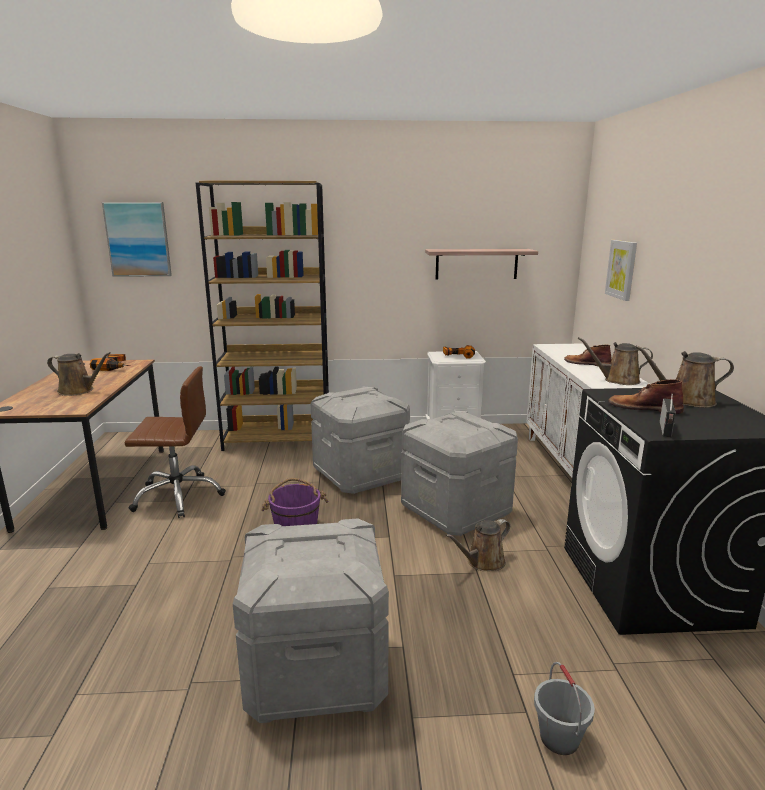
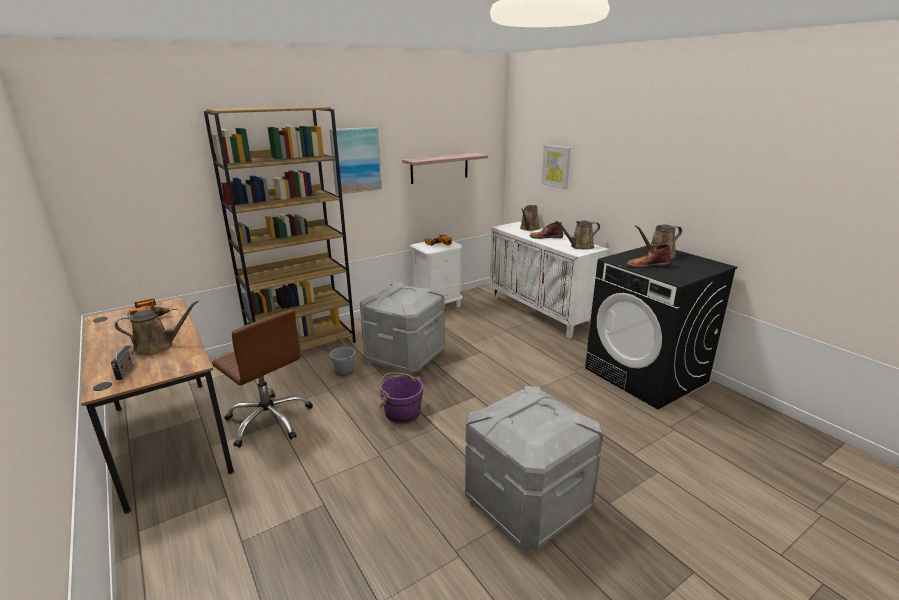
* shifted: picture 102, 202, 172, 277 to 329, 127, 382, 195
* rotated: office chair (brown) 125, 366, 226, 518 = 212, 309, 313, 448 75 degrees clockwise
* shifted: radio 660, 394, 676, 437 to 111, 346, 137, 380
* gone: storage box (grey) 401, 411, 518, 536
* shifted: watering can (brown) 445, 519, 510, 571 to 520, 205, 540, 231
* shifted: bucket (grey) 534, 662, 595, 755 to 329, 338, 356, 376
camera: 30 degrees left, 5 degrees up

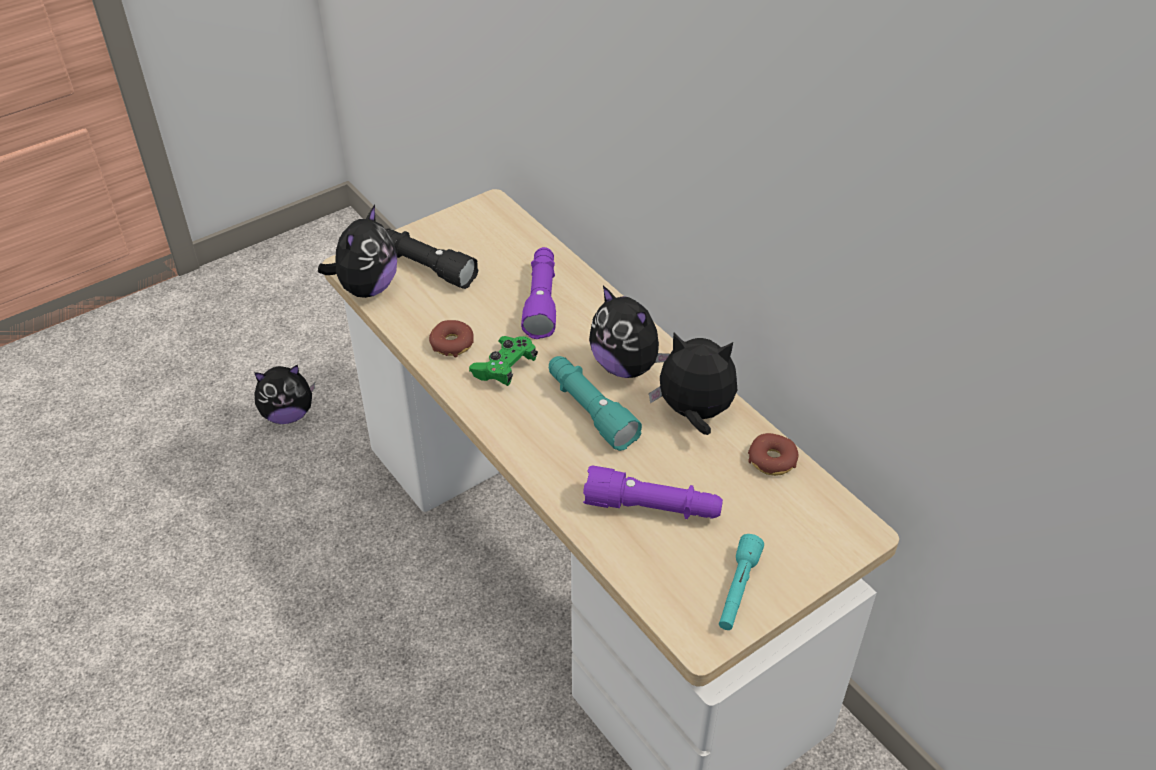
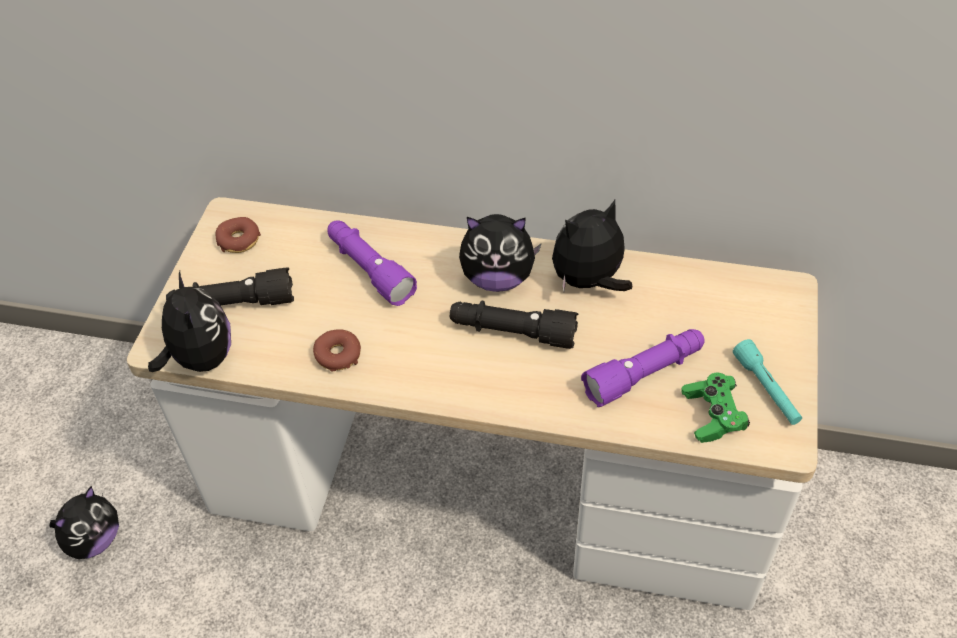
* shifted: game controller (green) 469, 336, 538, 386 to 681, 373, 750, 443
* repainted: flashlight (turquoise) 549, 356, 642, 451 to flashlight (black) 450, 300, 578, 349
* shifted: donut 748, 433, 798, 476 to 216, 217, 261, 253
camera: 40 degrees left, 5 degrees up

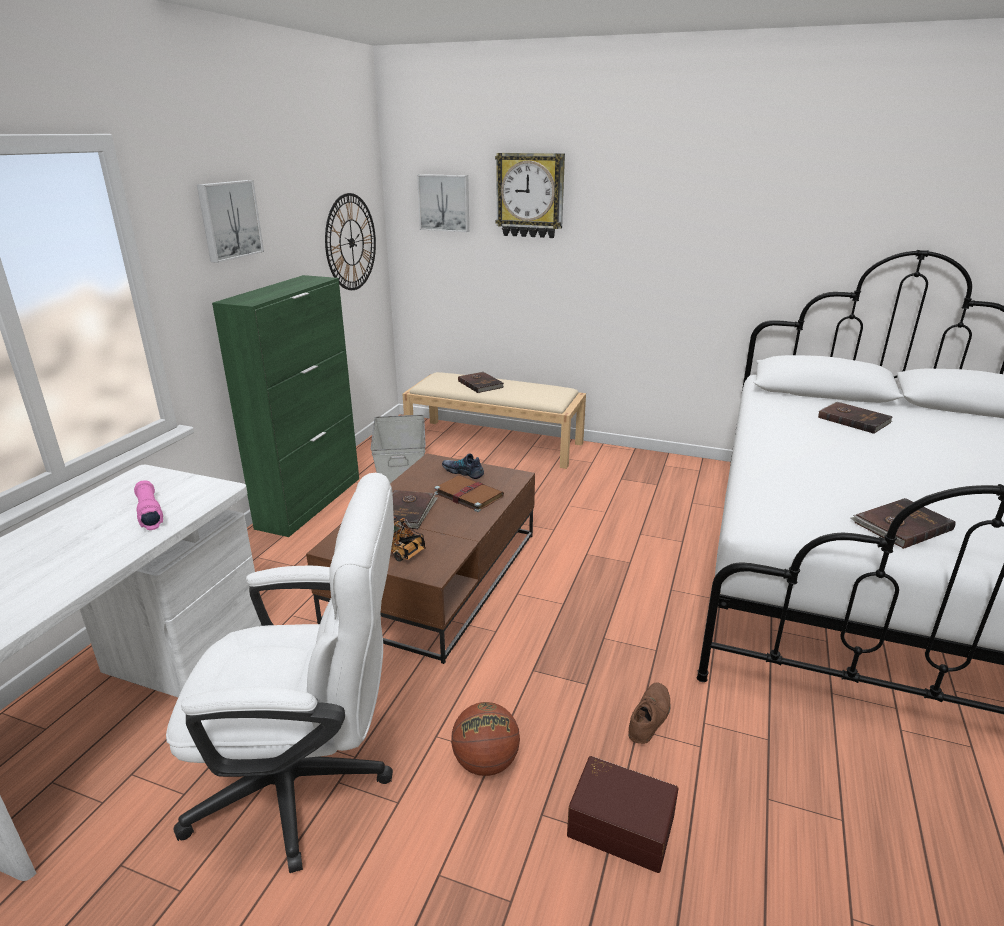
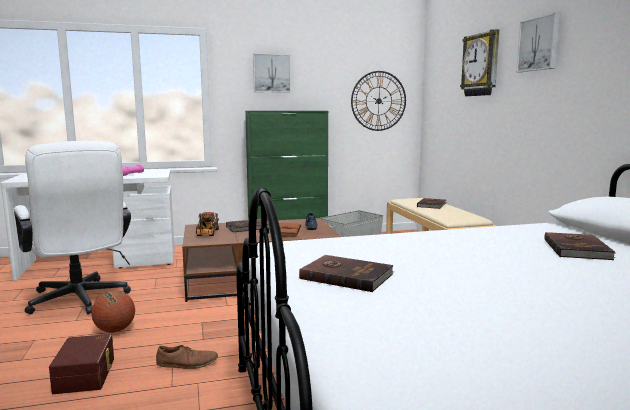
* shifted: picture 417, 174, 469, 232 to 516, 13, 561, 72
camera: 55 degrees right, 15 degrees down

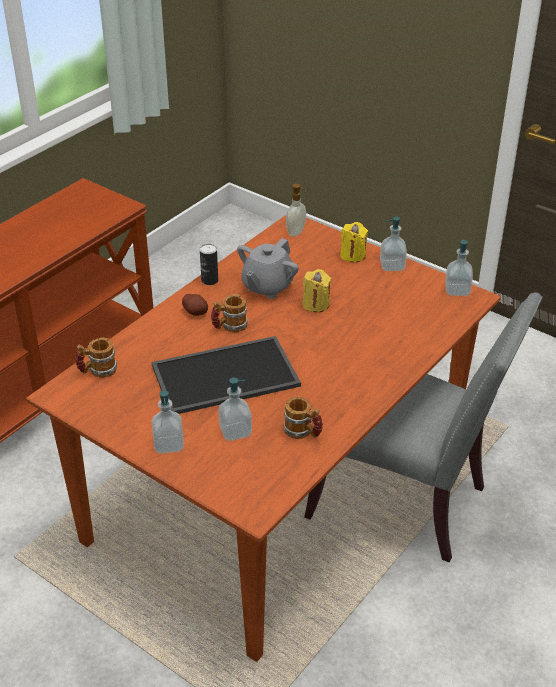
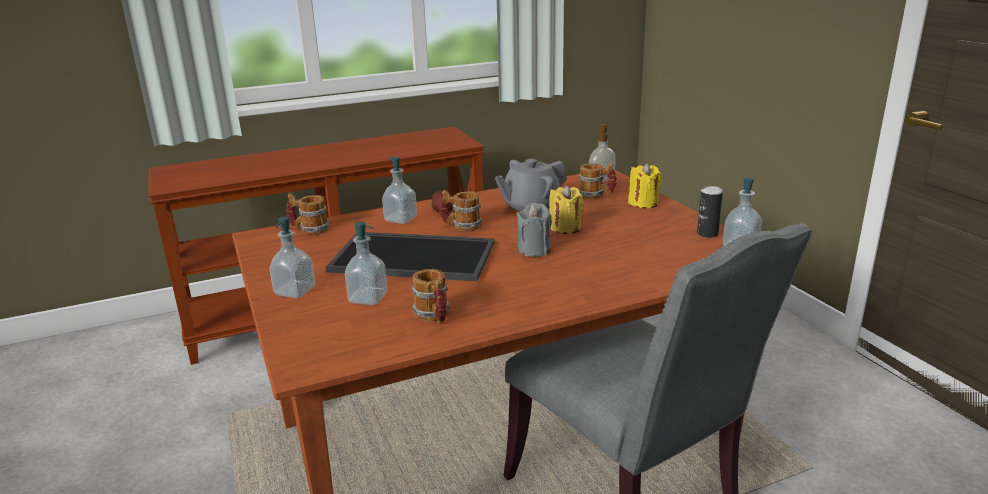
* shifted: soap dispenser 380, 216, 407, 271 to 382, 157, 417, 224
* shifted: can 200, 244, 218, 285 to 697, 186, 723, 238
* new: mug 578, 163, 617, 199
* new: candle (grey) 517, 203, 552, 257
camera: 30 degrees right, 15 degrees down

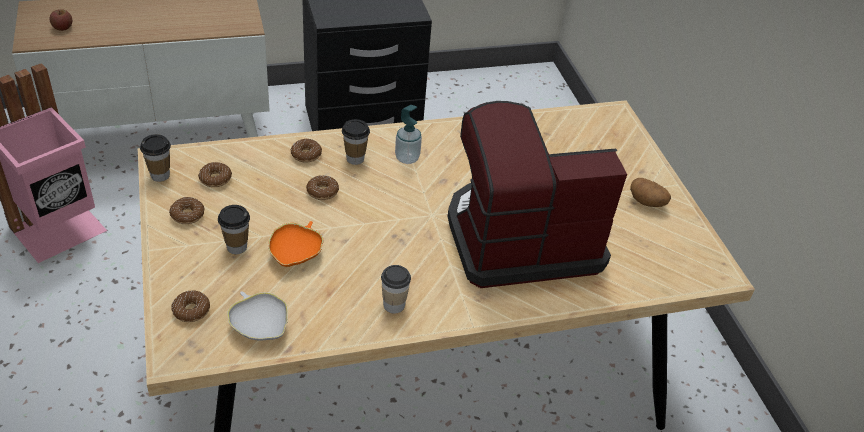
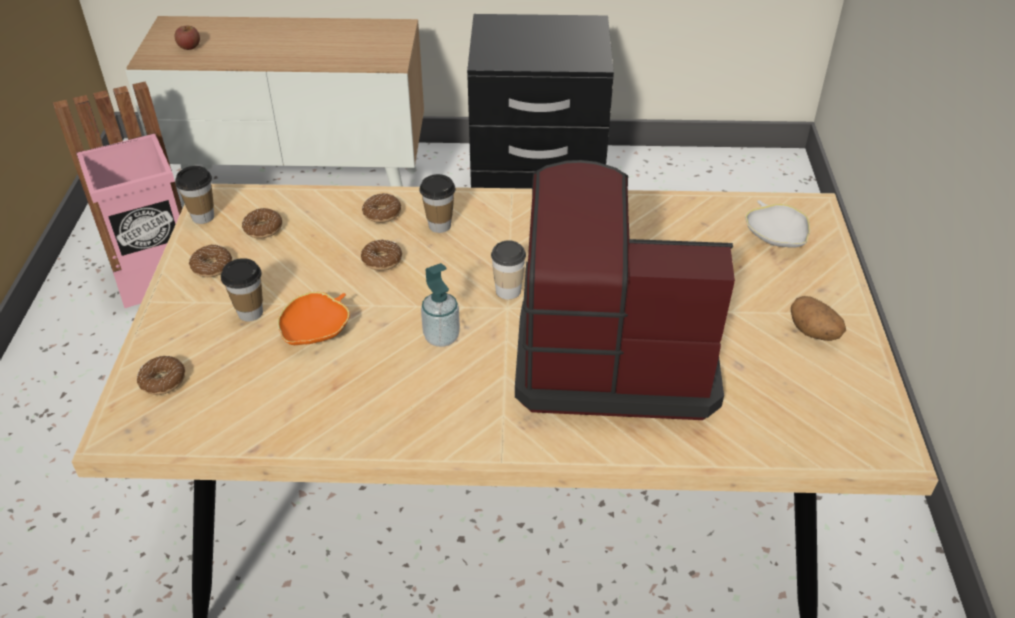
* shifted: soap dispenser 395, 105, 422, 164 to 421, 263, 460, 347
* shifted: cup 381, 265, 411, 314 to 491, 240, 526, 300
* shifted: bowl (white) 227, 292, 288, 341 to 745, 200, 810, 248
camera: 20 degrees right, 0 degrees up

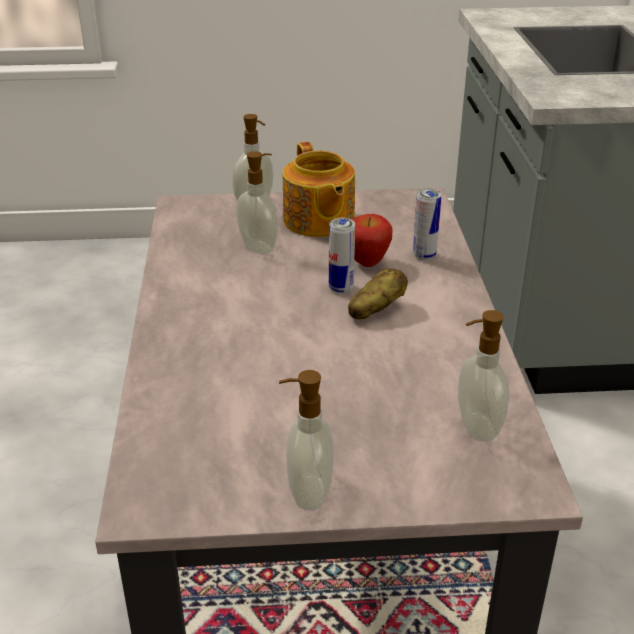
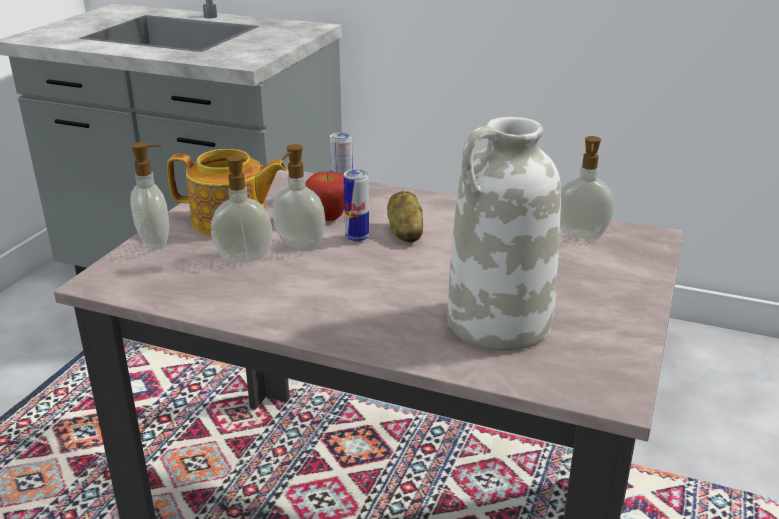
* shifted: soap dispenser 279, 370, 334, 511 to 272, 144, 325, 250
* new: vase (white) 447, 117, 561, 351
camera: 65 degrees left, 5 degrees down

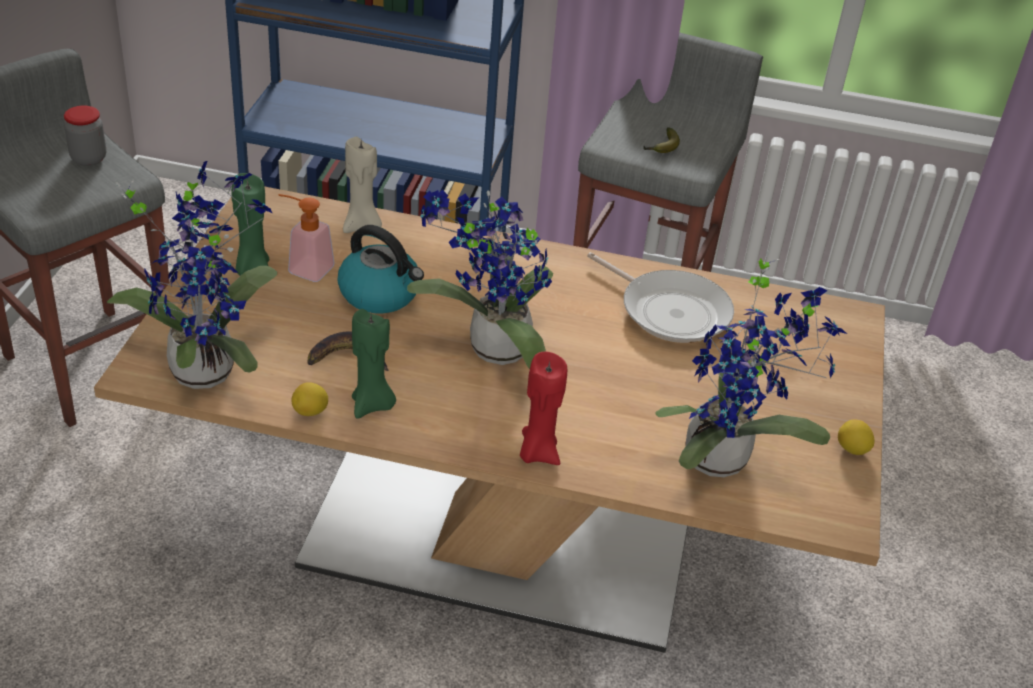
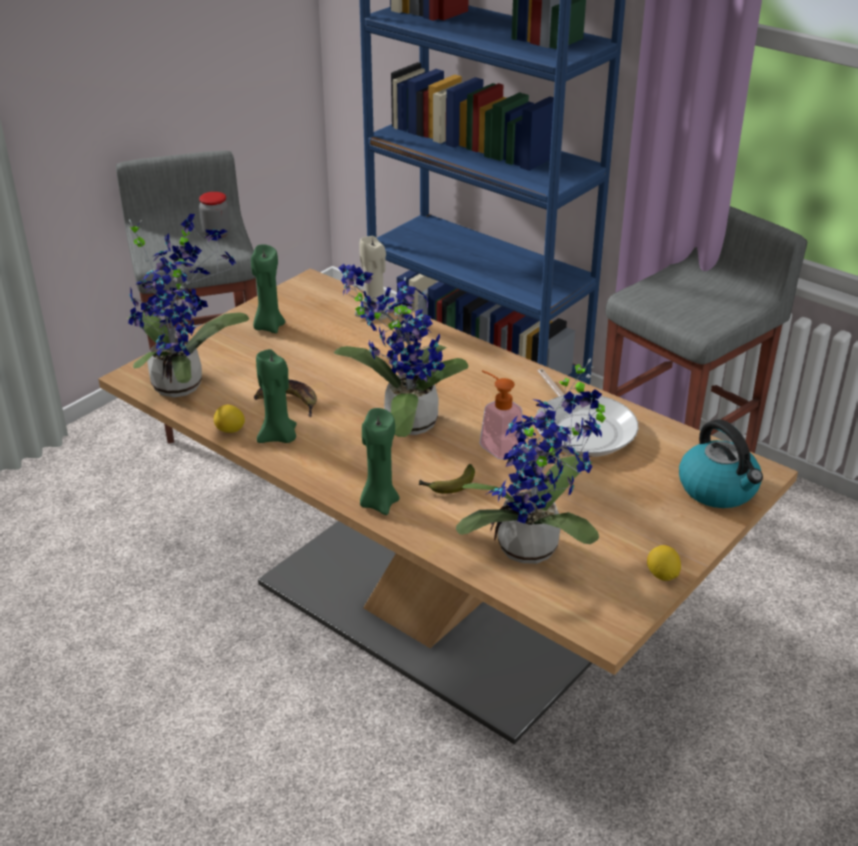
* shifted: banana 643, 127, 680, 153 to 418, 464, 475, 494
* shifted: soap dispenser 278, 194, 334, 282 to 480, 370, 523, 459
* shifted: kettle 337, 225, 424, 314 to 679, 419, 763, 508
* repainted: candle (red) 520, 352, 567, 465 to candle (green) 360, 408, 400, 515
camera: 30 degrees right, 5 degrees down

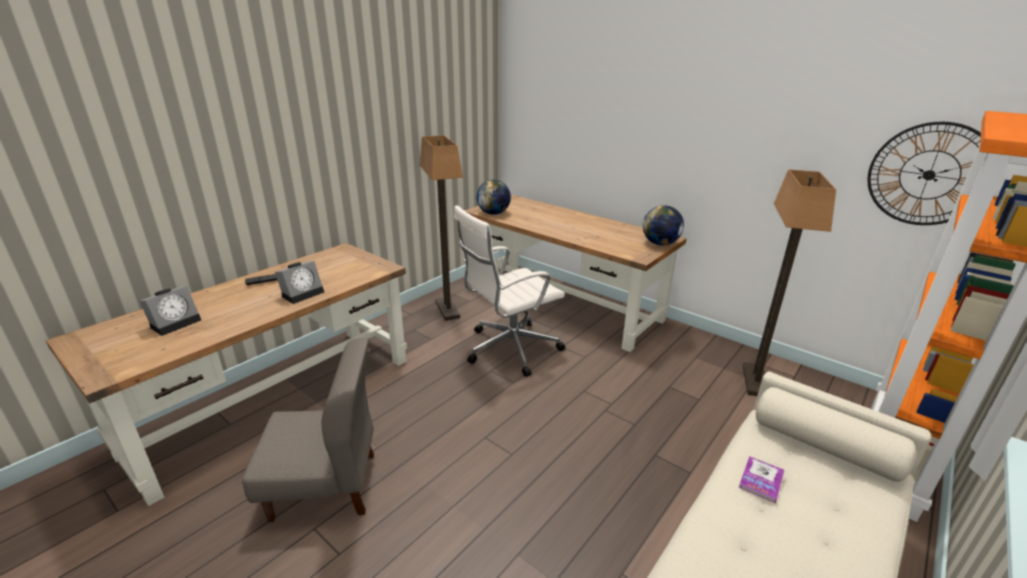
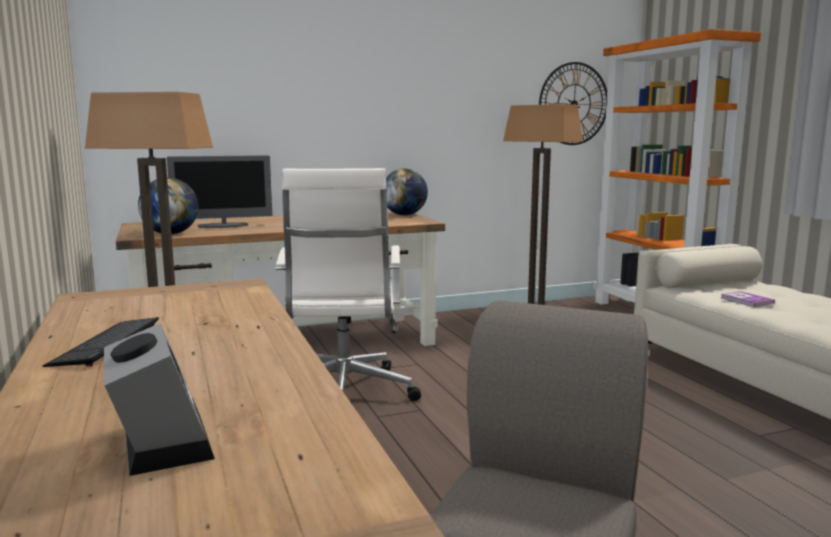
* gone: alarm clock 275, 261, 324, 304
* new: monitor 167, 155, 272, 228
camera: 60 degrees left, 15 degrees down

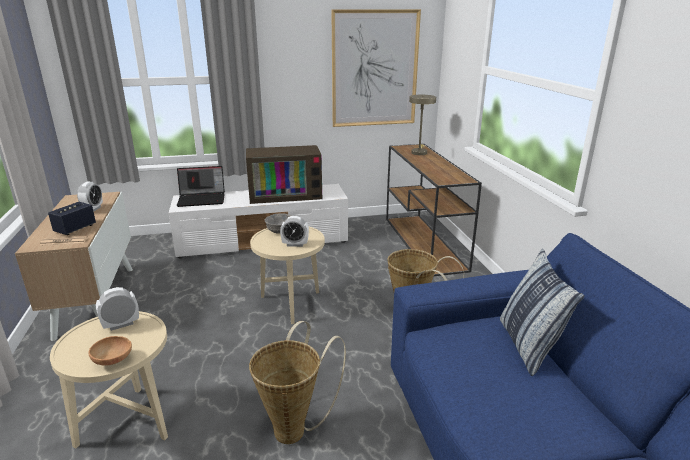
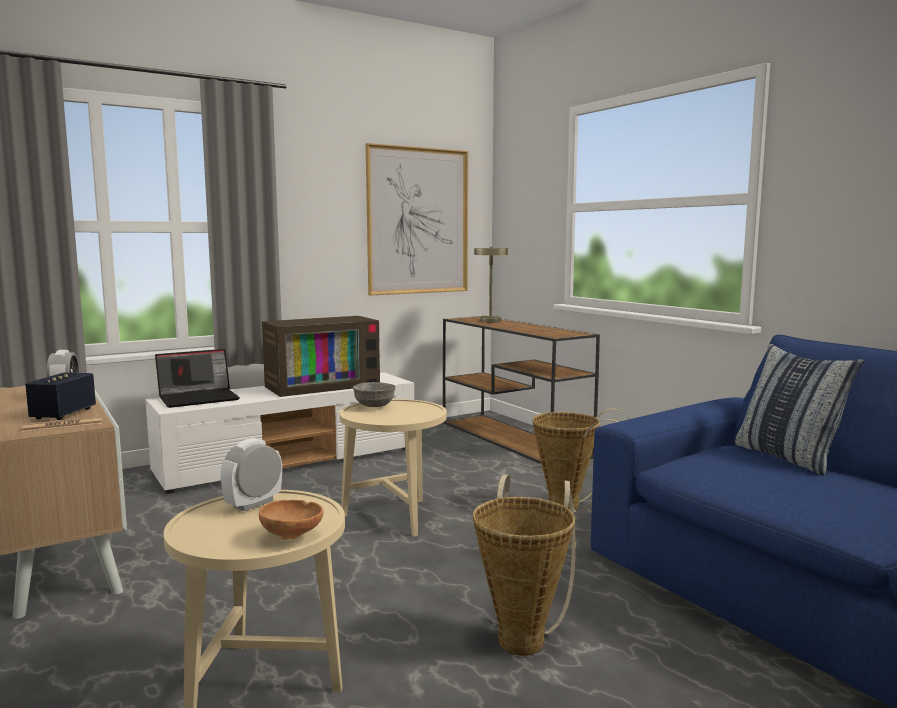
* gone: alarm clock 280, 216, 309, 247
camera: 20 degrees left, 15 degrees down

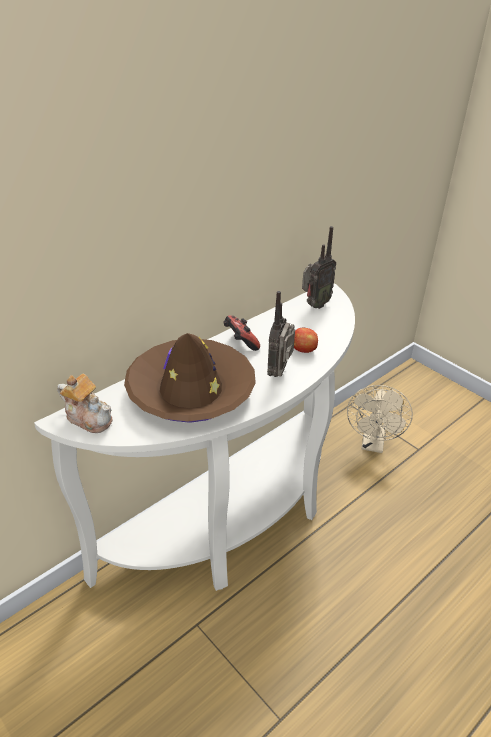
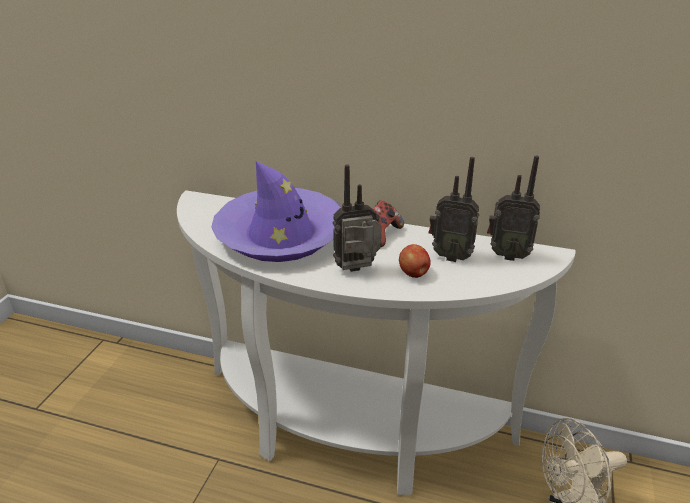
* repainted: hat (brown) 124, 333, 256, 423 to hat (purple) 211, 161, 341, 262
* gone: teapot 57, 374, 112, 433
* new: radio 429, 157, 479, 262
camera: 60 degrees right, 5 degrees down

